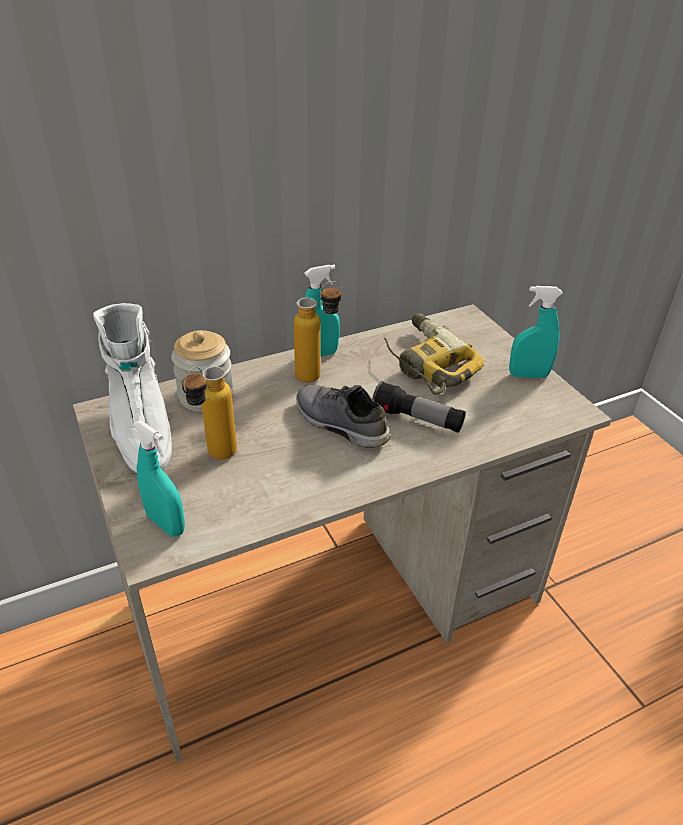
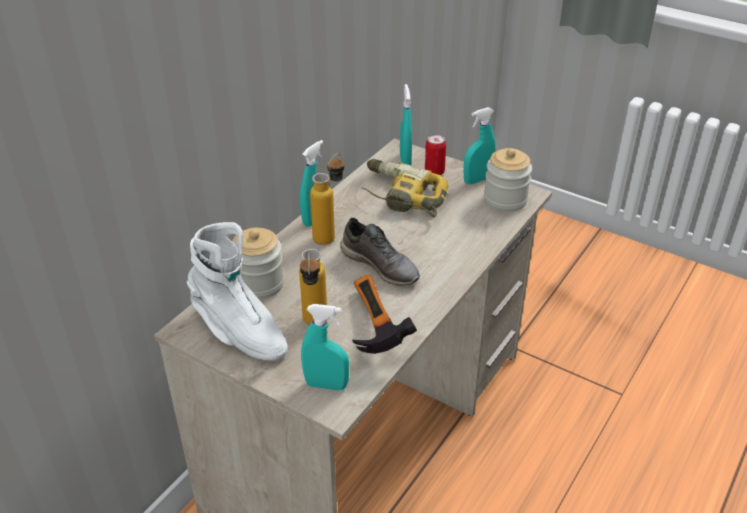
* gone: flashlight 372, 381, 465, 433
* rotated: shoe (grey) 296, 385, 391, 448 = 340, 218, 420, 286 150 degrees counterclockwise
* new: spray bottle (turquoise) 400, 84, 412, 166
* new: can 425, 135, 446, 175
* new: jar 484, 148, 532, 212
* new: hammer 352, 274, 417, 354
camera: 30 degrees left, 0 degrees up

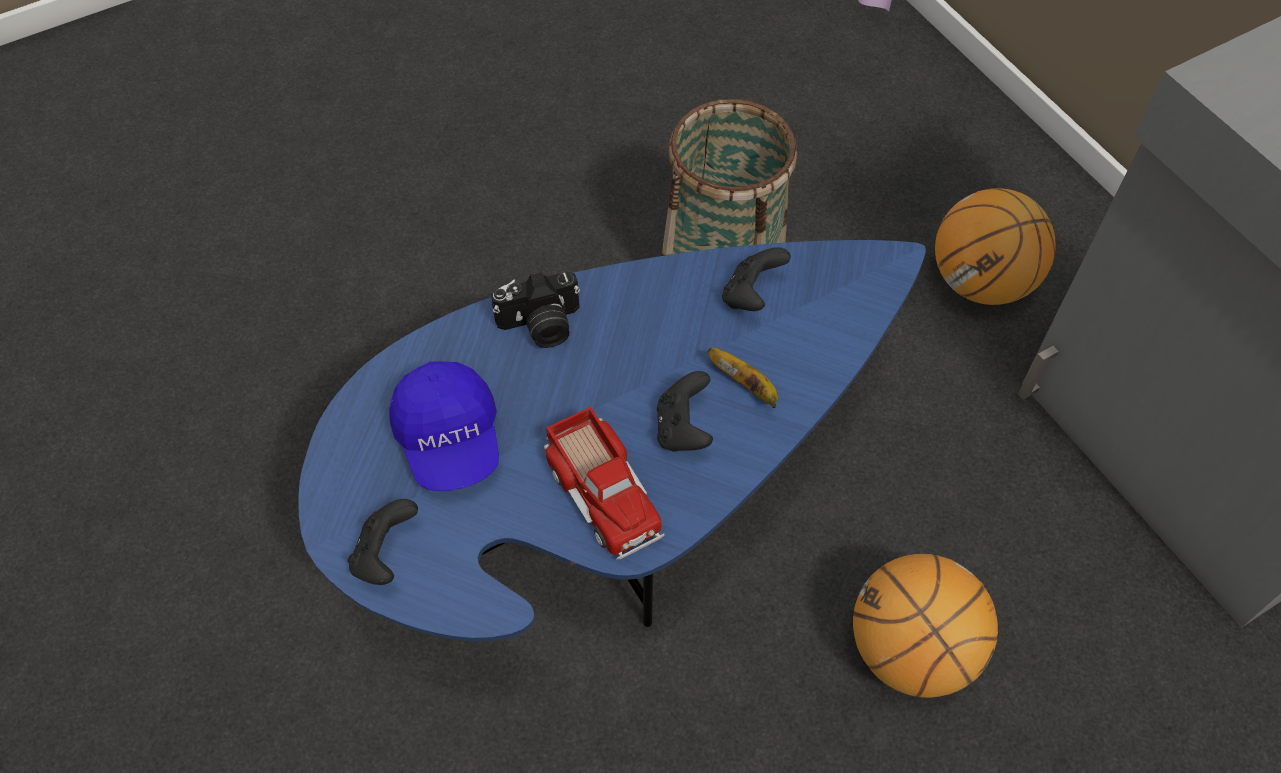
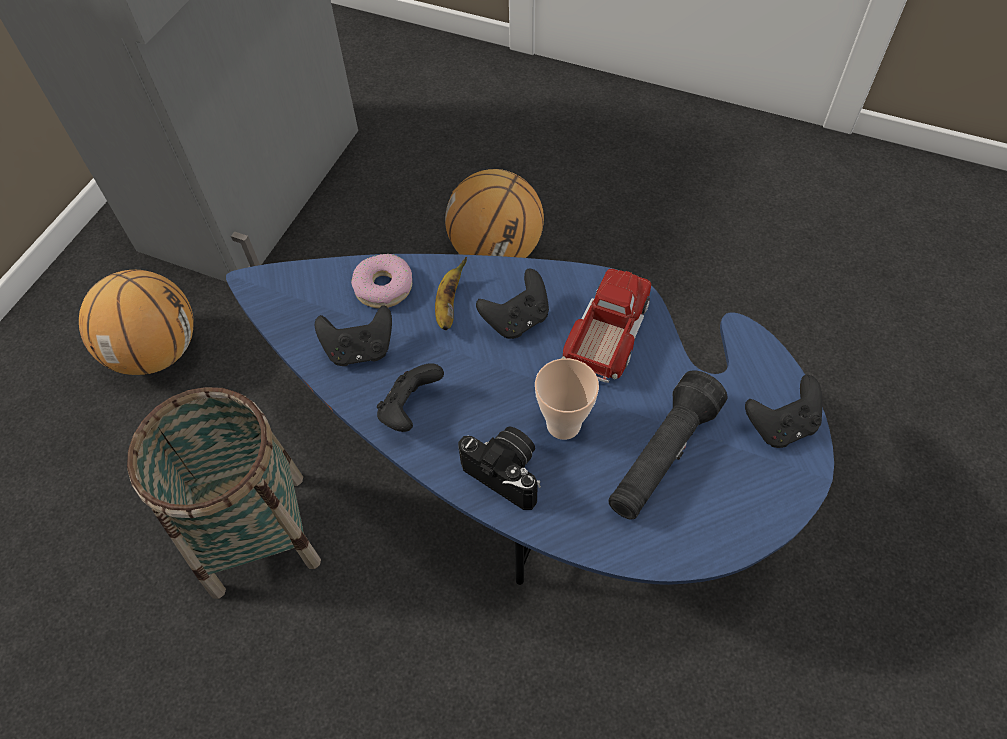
* swapped: cap (blue) 389, 361, 499, 491 to flashlight (black) 608, 370, 728, 520
* new: donut 351, 254, 412, 309
* new: cup 535, 358, 599, 440
* new: game controller (black) 377, 363, 444, 432
camera: 125 degrees left, 0 degrees up

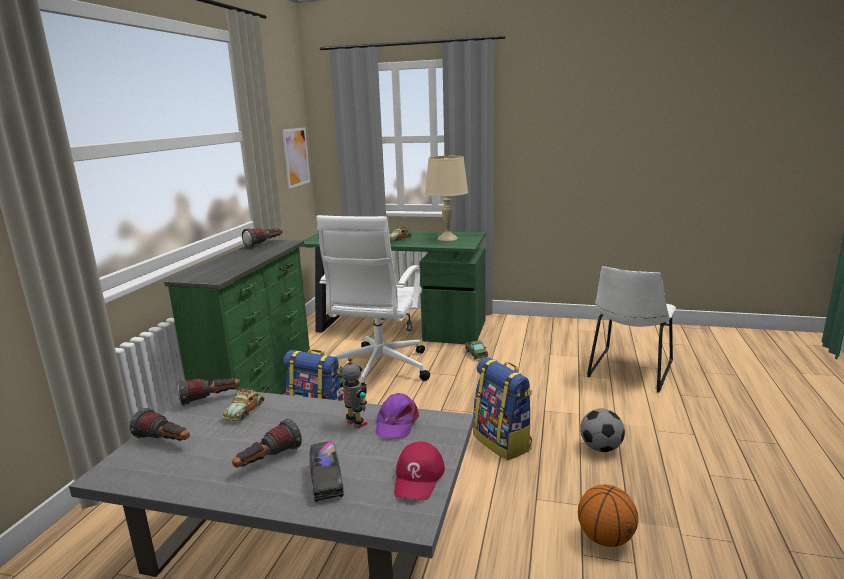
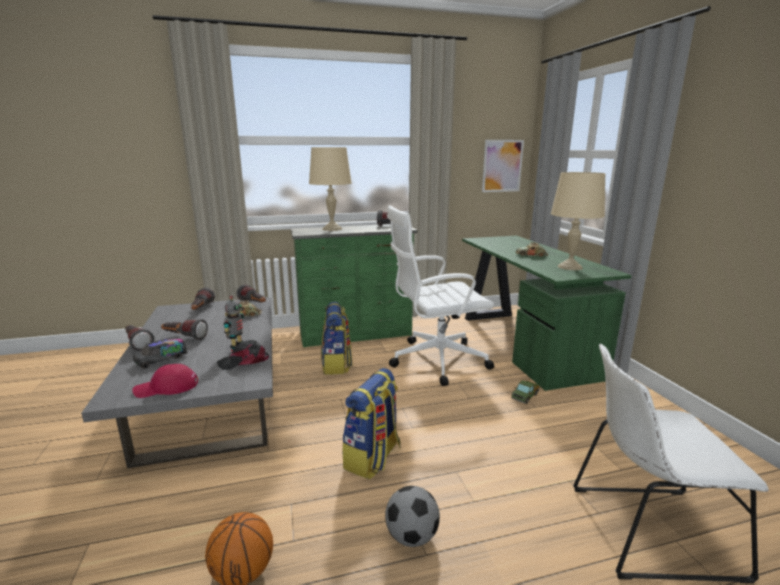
* repainted: cap (purple) 376, 393, 419, 438 to cap (black) 217, 340, 269, 370
* new: table lamp (beige) 309, 147, 352, 231
* new: flashlight 125, 325, 154, 351
camera: 60 degrees right, 0 degrees up

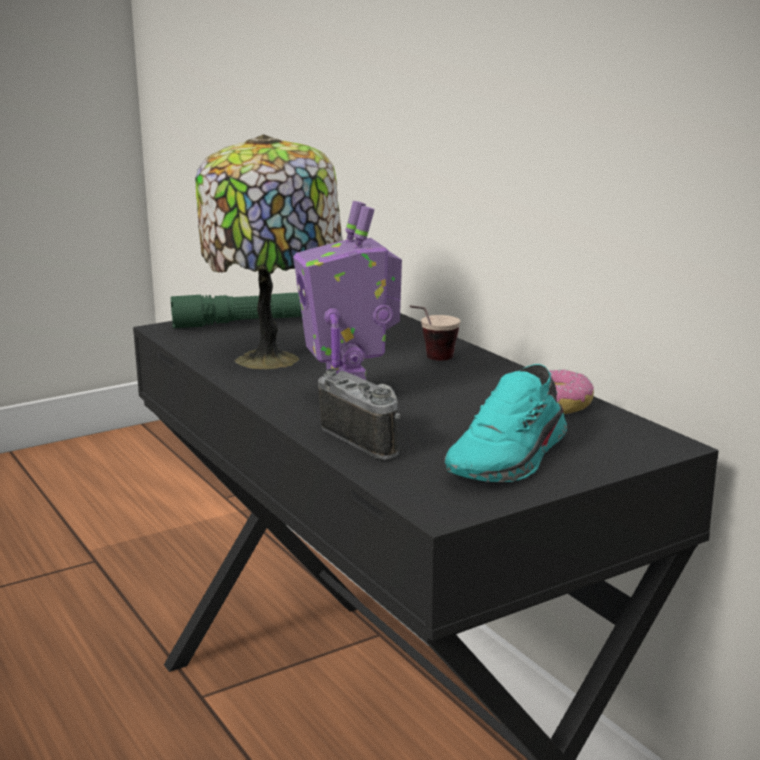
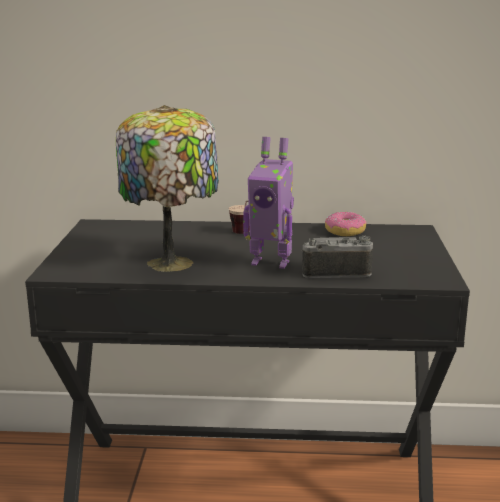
* gone: flashlight (green) 171, 293, 302, 328
* gone: shoe (turquoise) 445, 364, 567, 482
camera: 55 degrees left, 0 degrees up

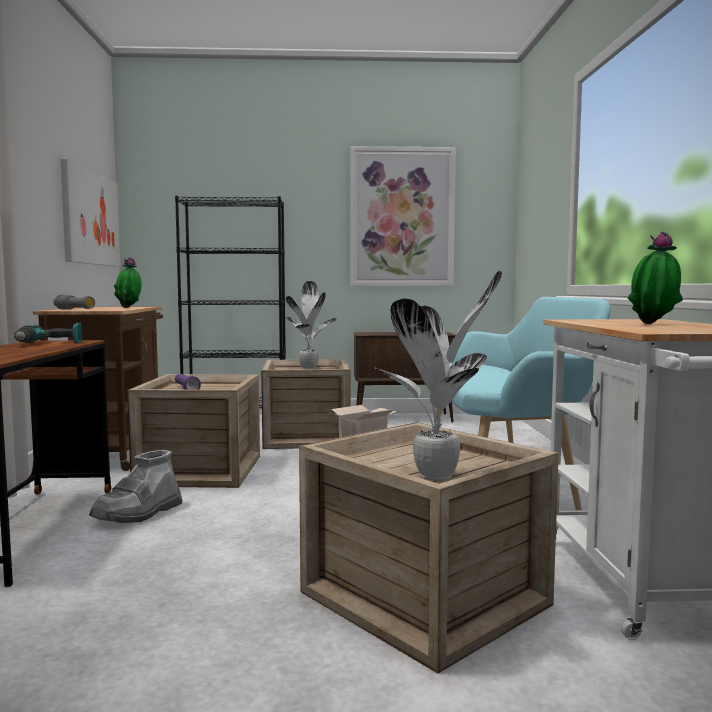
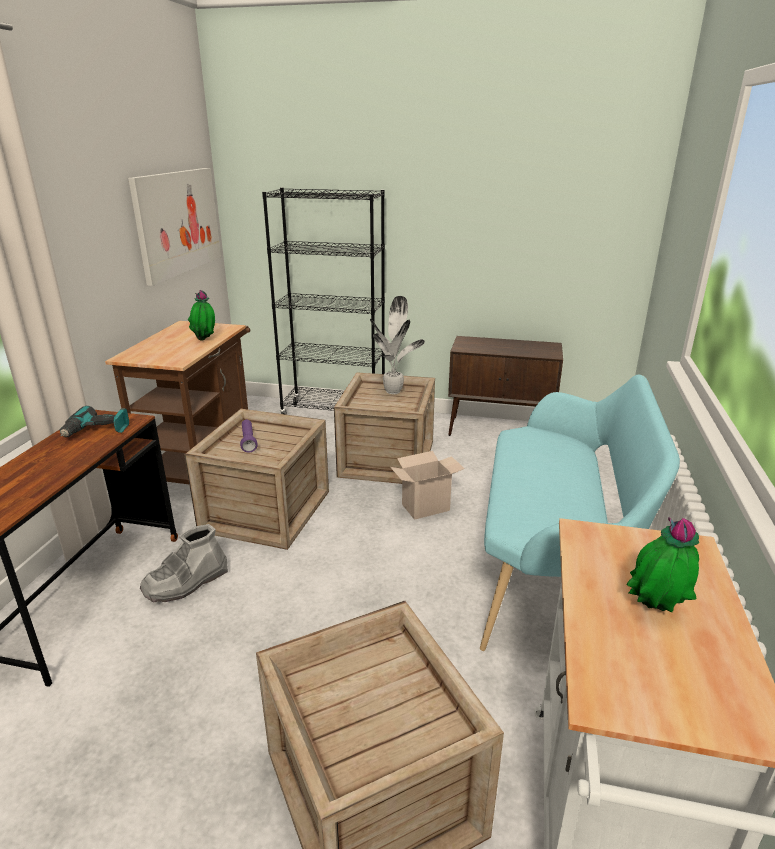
* gone: picture 350, 146, 456, 286
* gone: potted plant 375, 270, 502, 481
* gone: flashlight (grey) 53, 295, 95, 309
camera: 15 degrees right, 20 degrees up

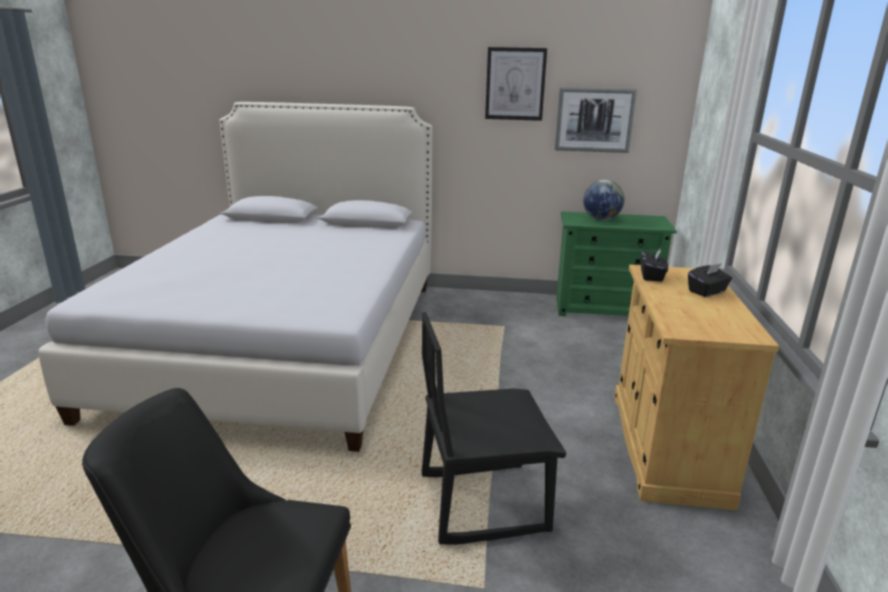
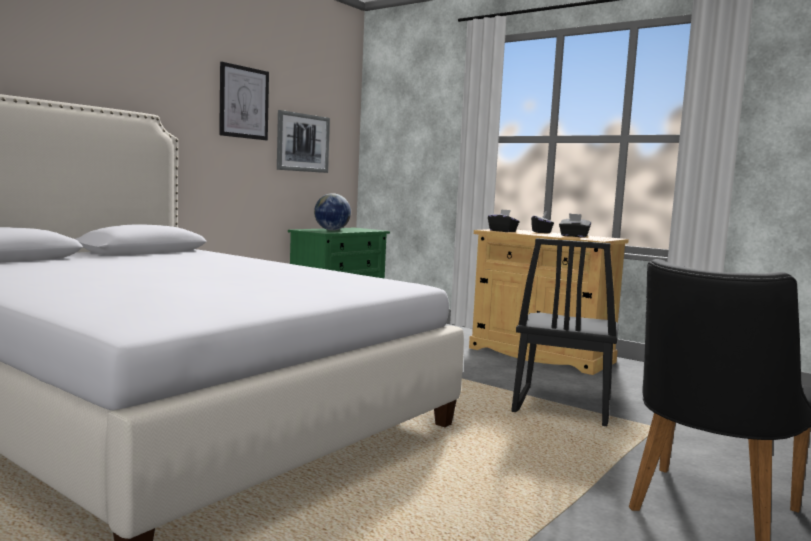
* new: tissue box (black) 559, 213, 591, 237
camera: 60 degrees left, 15 degrees down

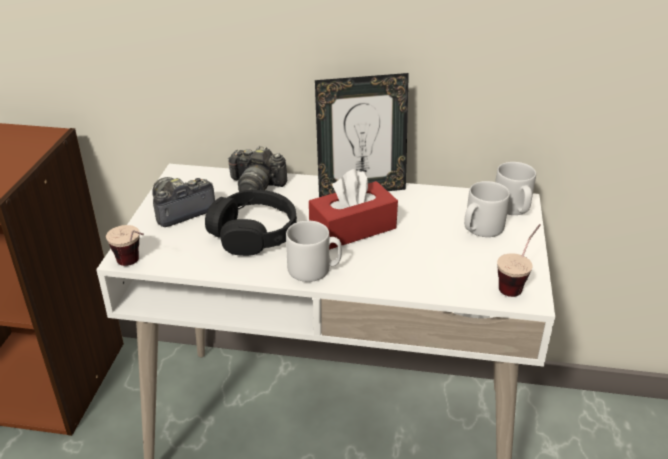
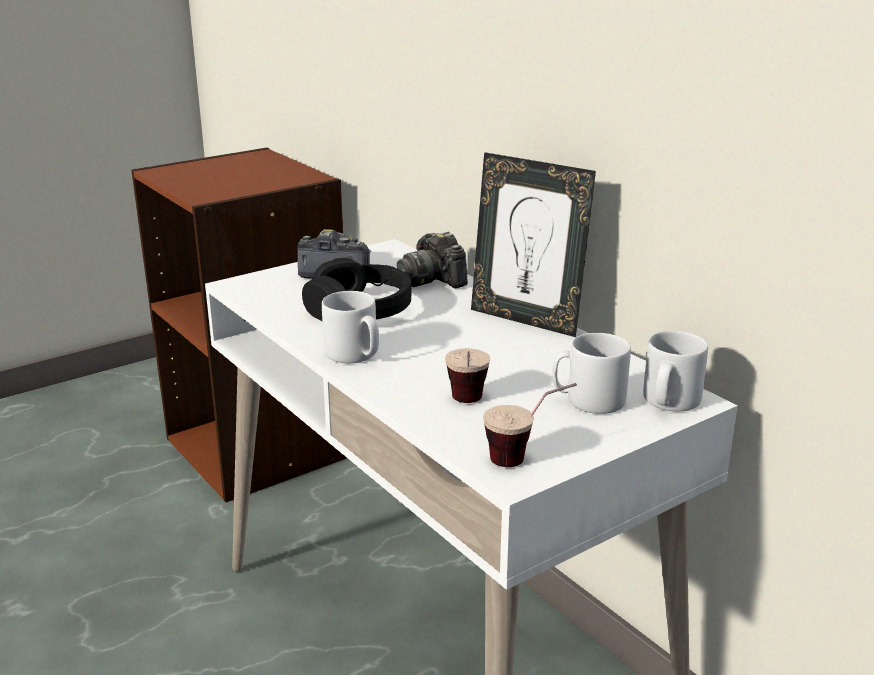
* gone: tissue box (red) 309, 169, 398, 250
* shifted: cup 106, 225, 144, 266 to 445, 348, 490, 403
camera: 45 degrees right, 10 degrees down

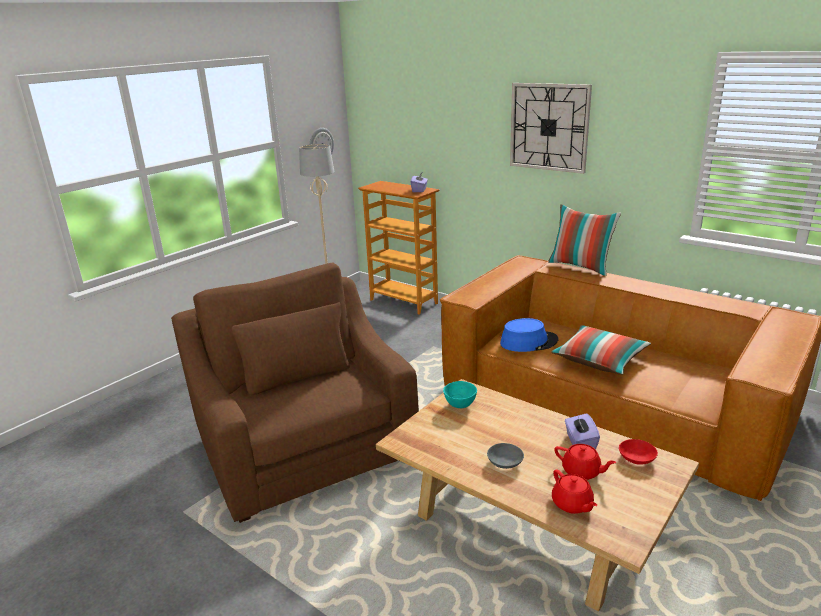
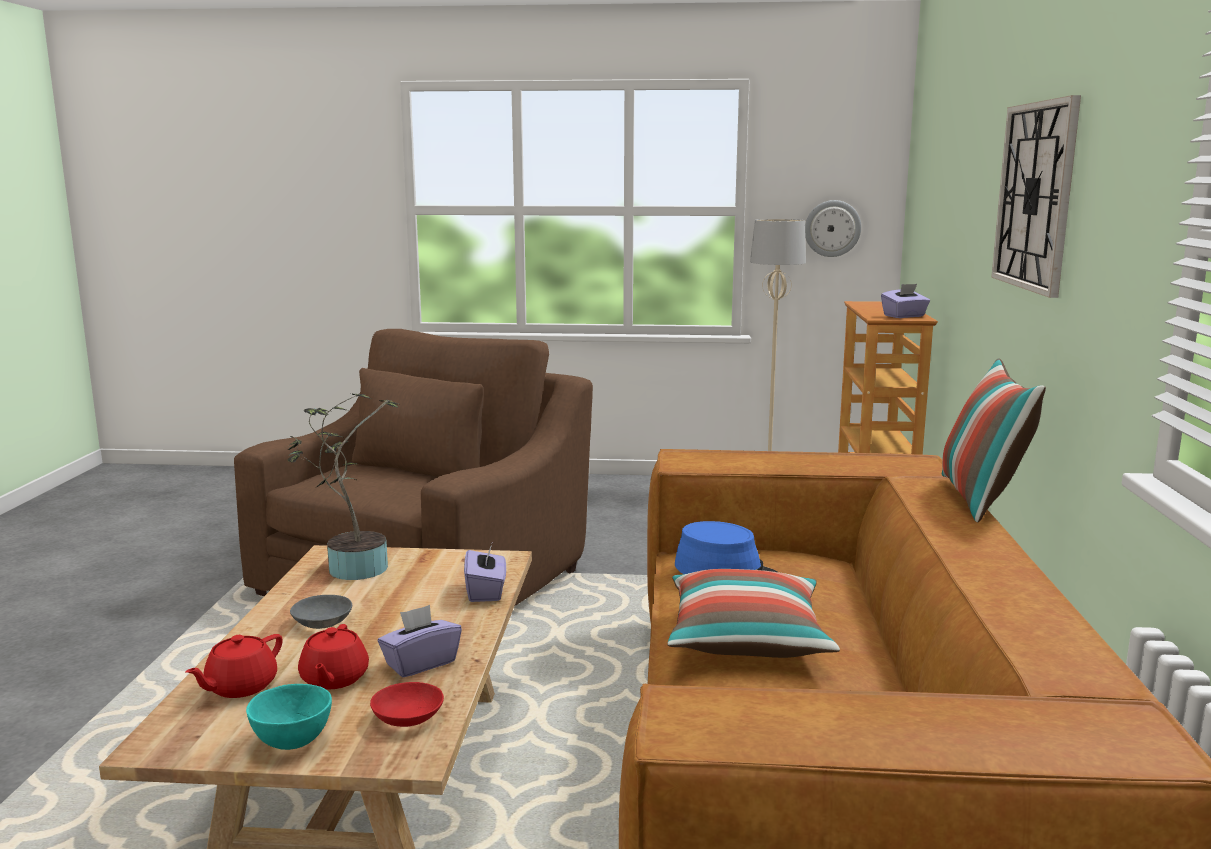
* shifted: bowl (turquoise) 443, 381, 477, 408 to 246, 684, 332, 750
* new: potted plant 288, 393, 398, 580
* new: tissue box (purple) 464, 544, 506, 602
camera: 55 degrees right, 10 degrees down

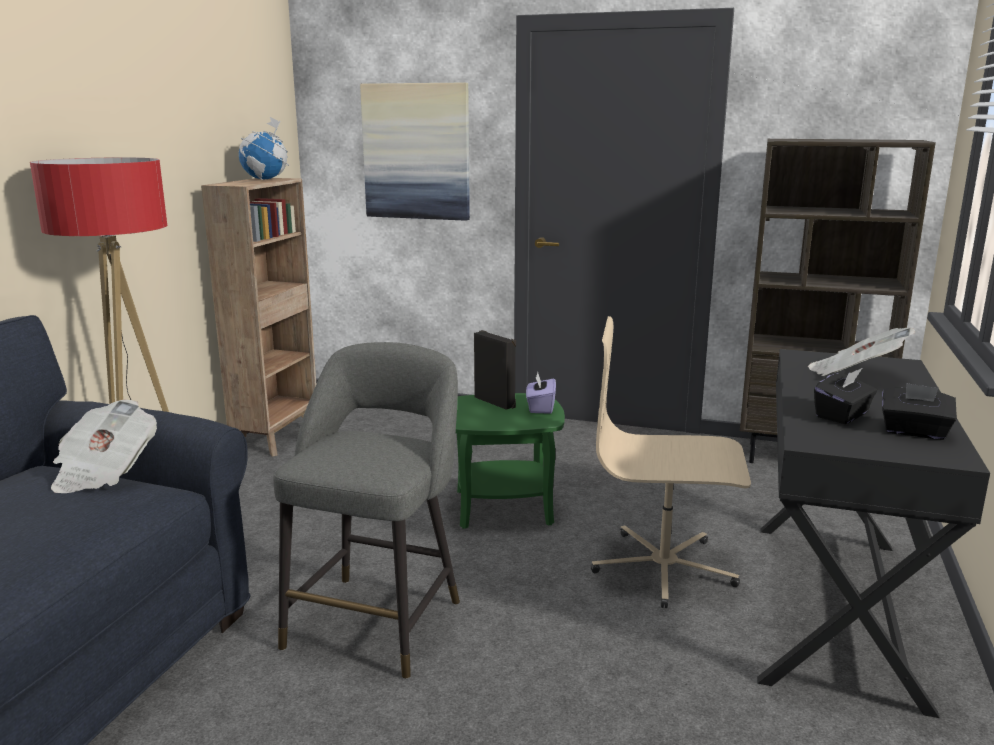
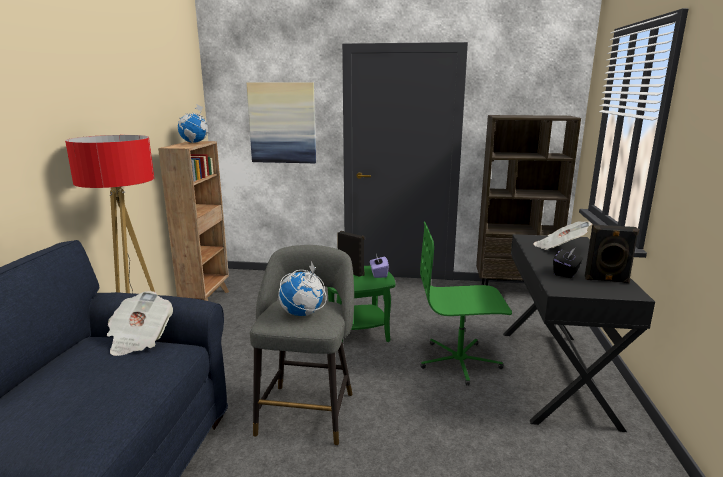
* repainted: office chair (beige) 591, 316, 751, 608 to office chair (green) 420, 221, 512, 386
* swapped: tissue box (black) 882, 383, 957, 440 to speaker (black) 585, 224, 640, 283
* new: globe 278, 261, 327, 316
camera: 10 degrees left, 0 degrees up

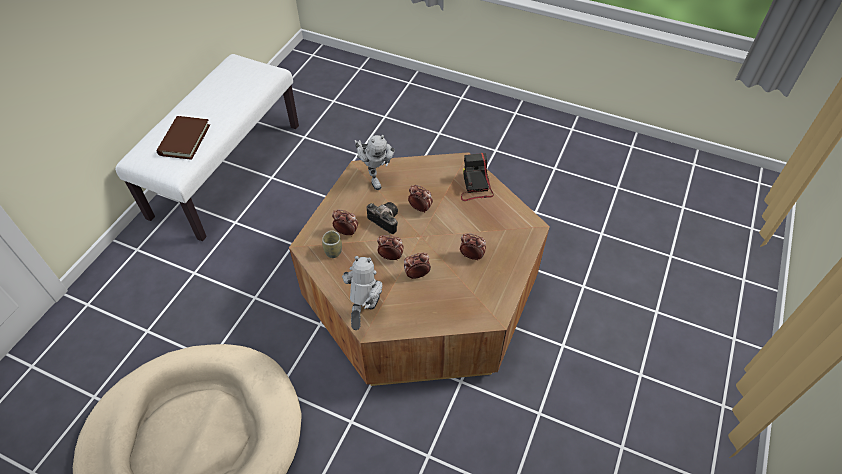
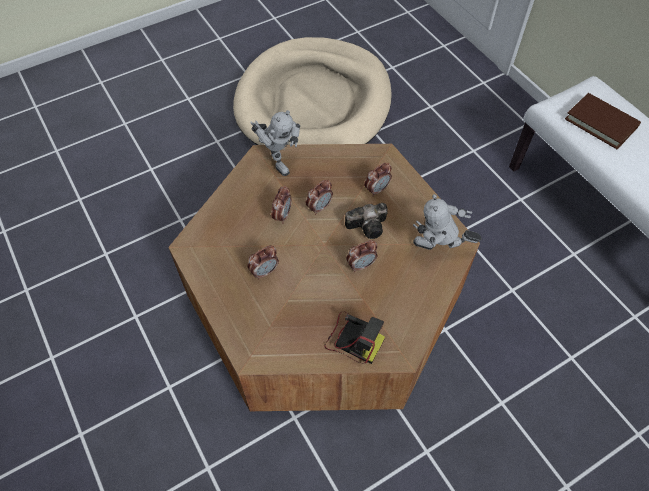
* gone: cup 322, 230, 342, 258
camera: 125 degrees right, 5 degrees up

